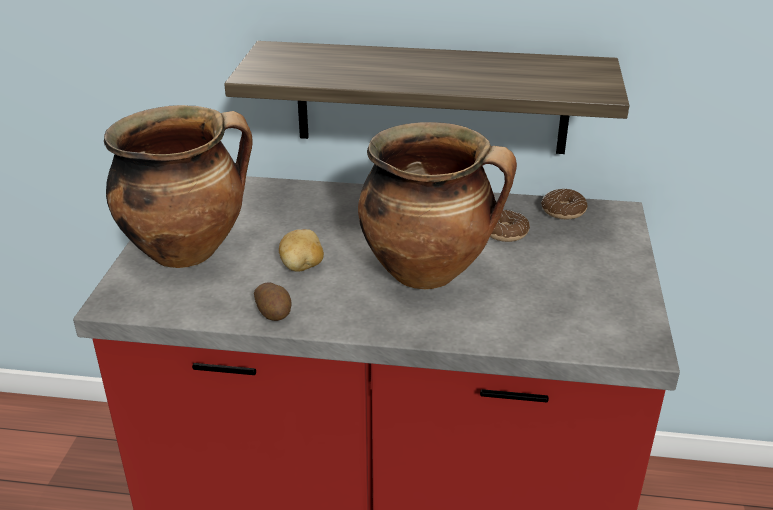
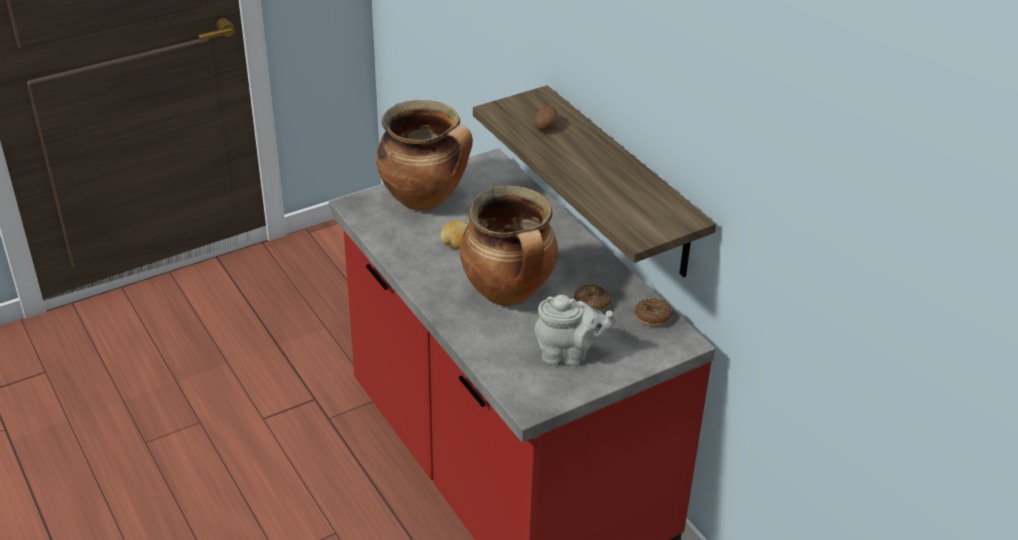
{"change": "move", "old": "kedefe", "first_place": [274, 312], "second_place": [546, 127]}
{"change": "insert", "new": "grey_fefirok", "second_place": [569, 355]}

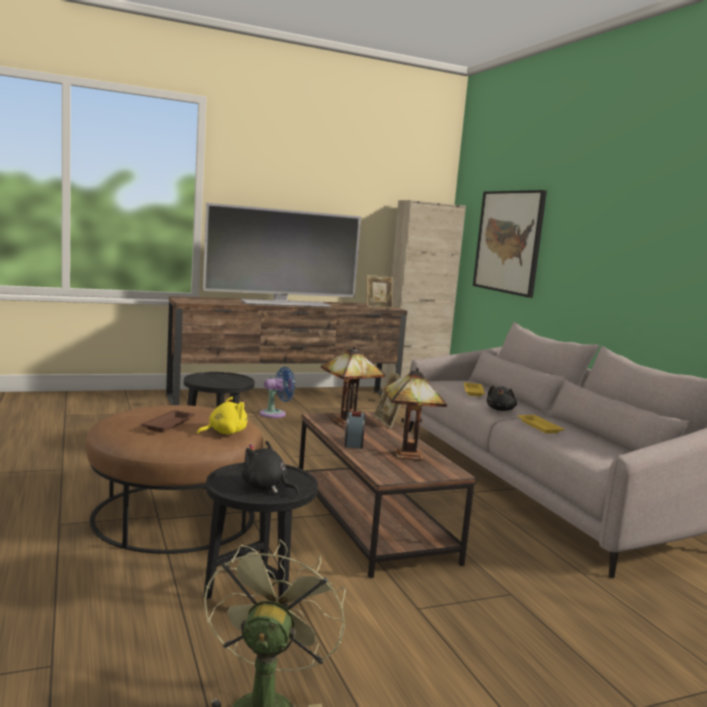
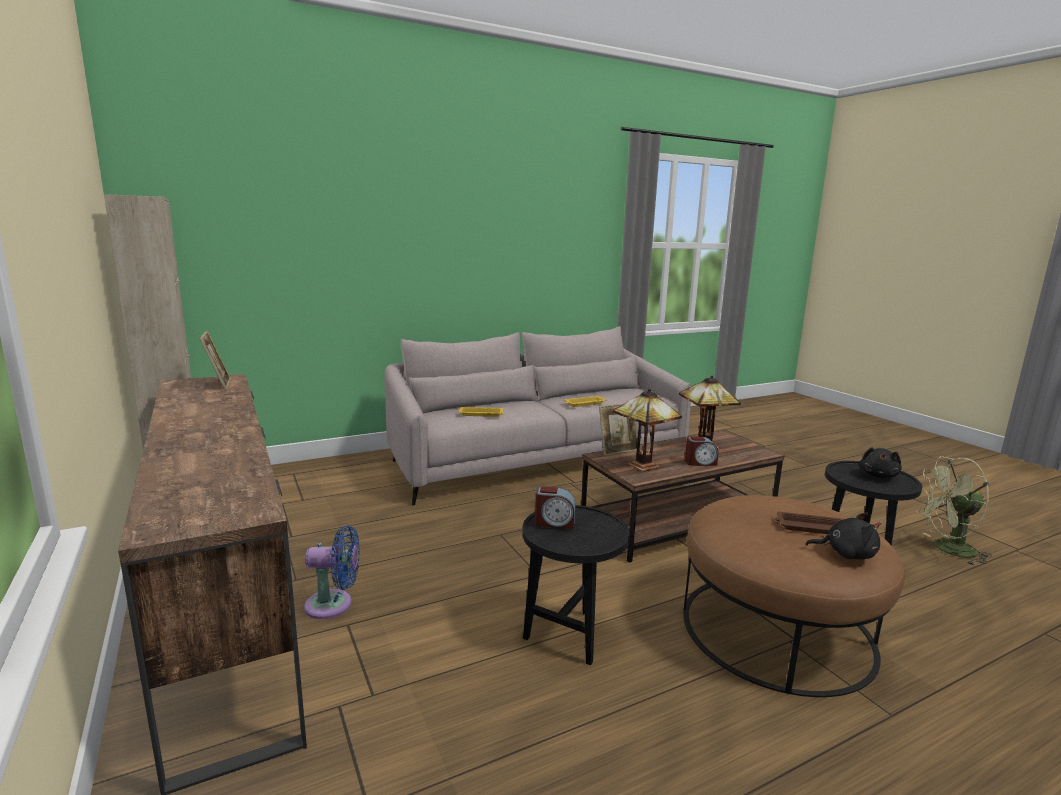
{"change": "delete", "old": "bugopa", "first_place": [508, 242]}
{"change": "delete", "old": "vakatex", "first_place": [285, 303]}
{"change": "rotate", "old": "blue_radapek", "first_place": [275, 414], "second_place": [334, 605], "degrees": 120}
{"change": "move", "old": "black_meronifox", "first_place": [500, 410], "second_place": [846, 554]}
{"change": "delete", "old": "yellow_meronifox", "first_place": [224, 433]}
{"change": "insert", "new": "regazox", "second_place": [554, 522]}

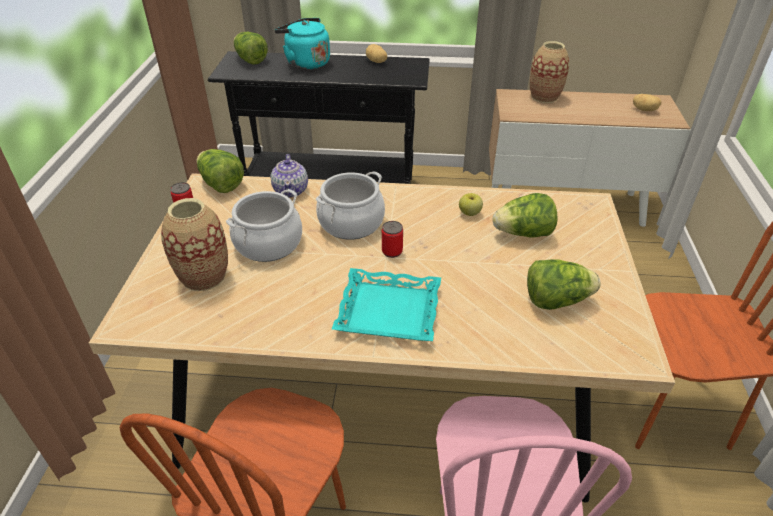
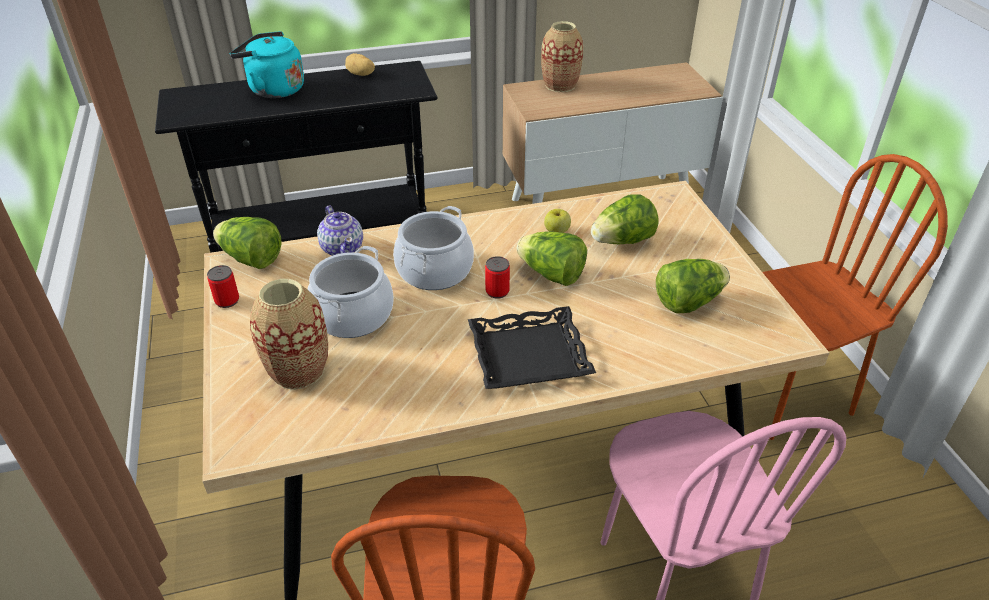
{"change": "move", "old": "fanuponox", "first_place": [250, 60], "second_place": [551, 275]}
{"change": "delete", "old": "kedefe", "first_place": [644, 110]}
{"change": "recolor", "old": "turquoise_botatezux", "new": "black_botatezux", "first_place": [388, 312], "second_place": [529, 356]}

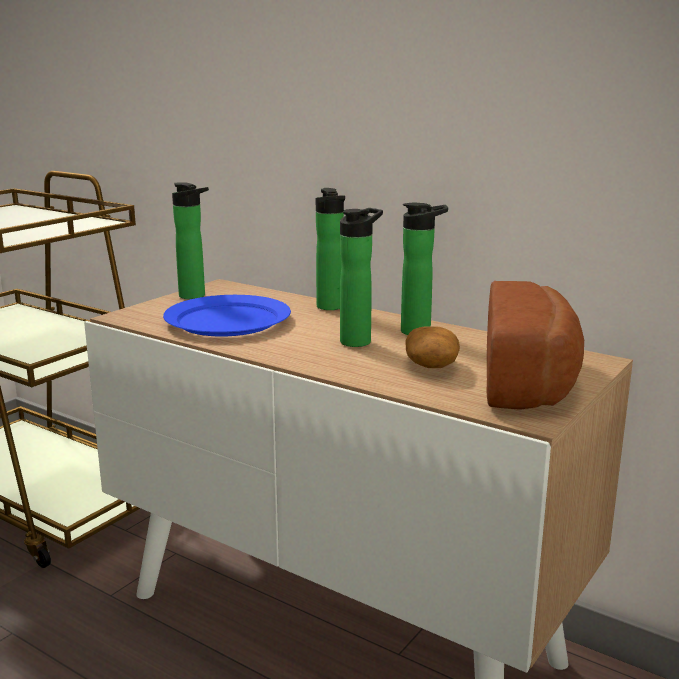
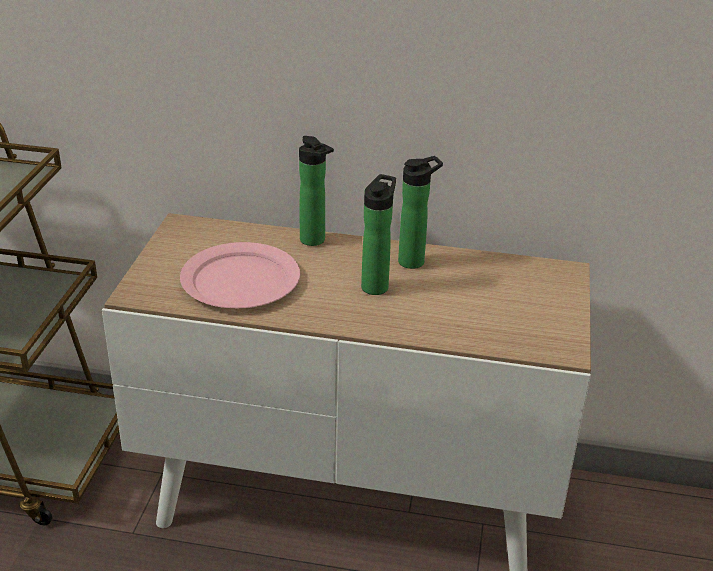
{"change": "delete", "old": "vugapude", "first_place": [195, 296]}
{"change": "delete", "old": "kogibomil", "first_place": [531, 378]}
{"change": "recolor", "old": "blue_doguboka", "new": "pink_doguboka", "first_place": [228, 321], "second_place": [241, 281]}
{"change": "delete", "old": "kedefe", "first_place": [431, 366]}

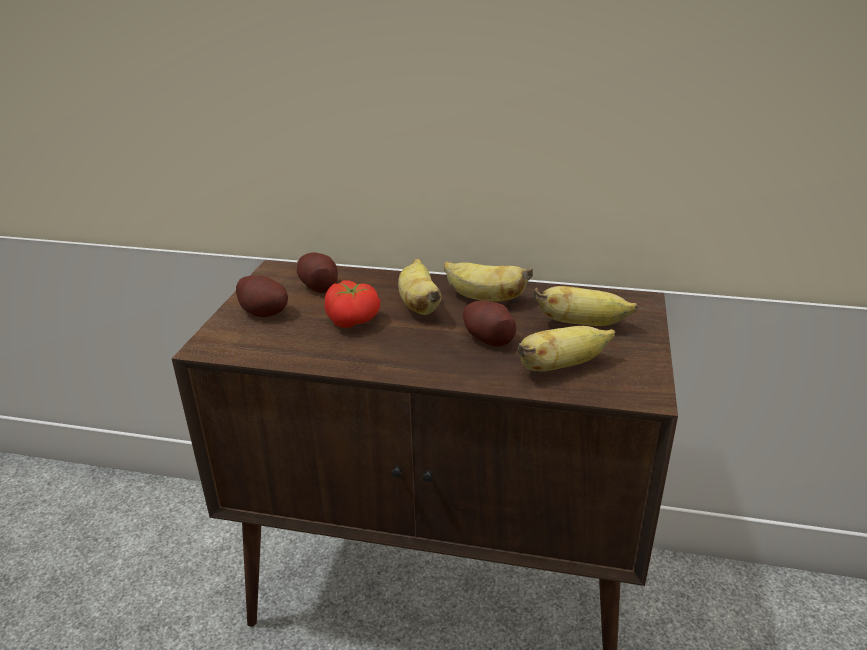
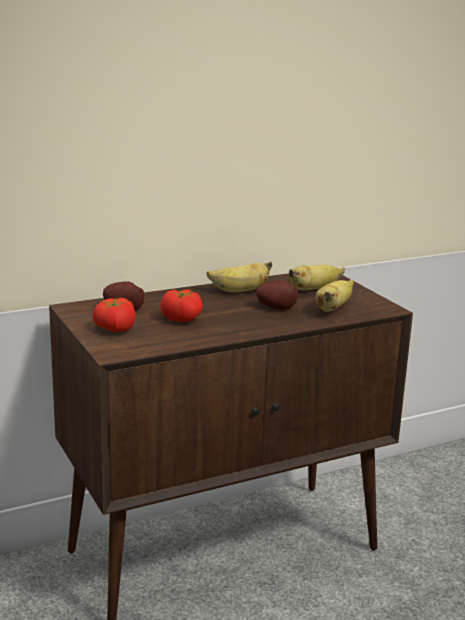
{"change": "delete", "old": "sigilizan", "first_place": [419, 305]}
{"change": "replace", "old": "kedefe", "new": "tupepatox", "first_place": [265, 312], "second_place": [114, 329]}

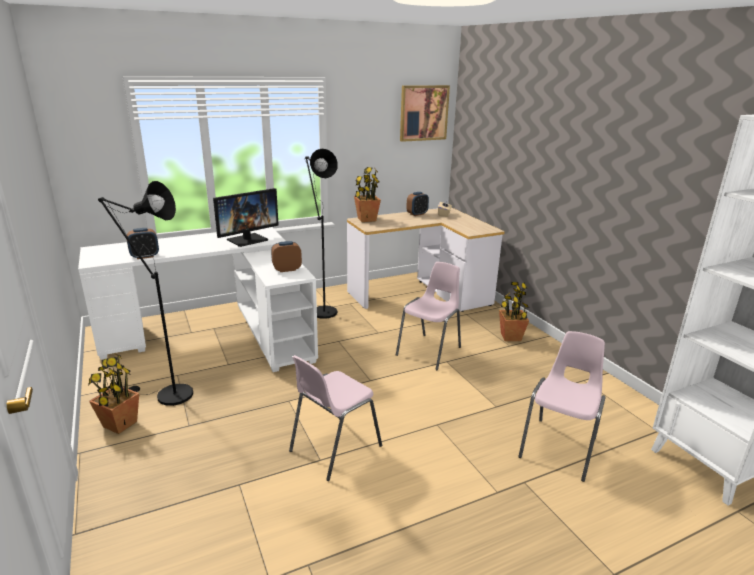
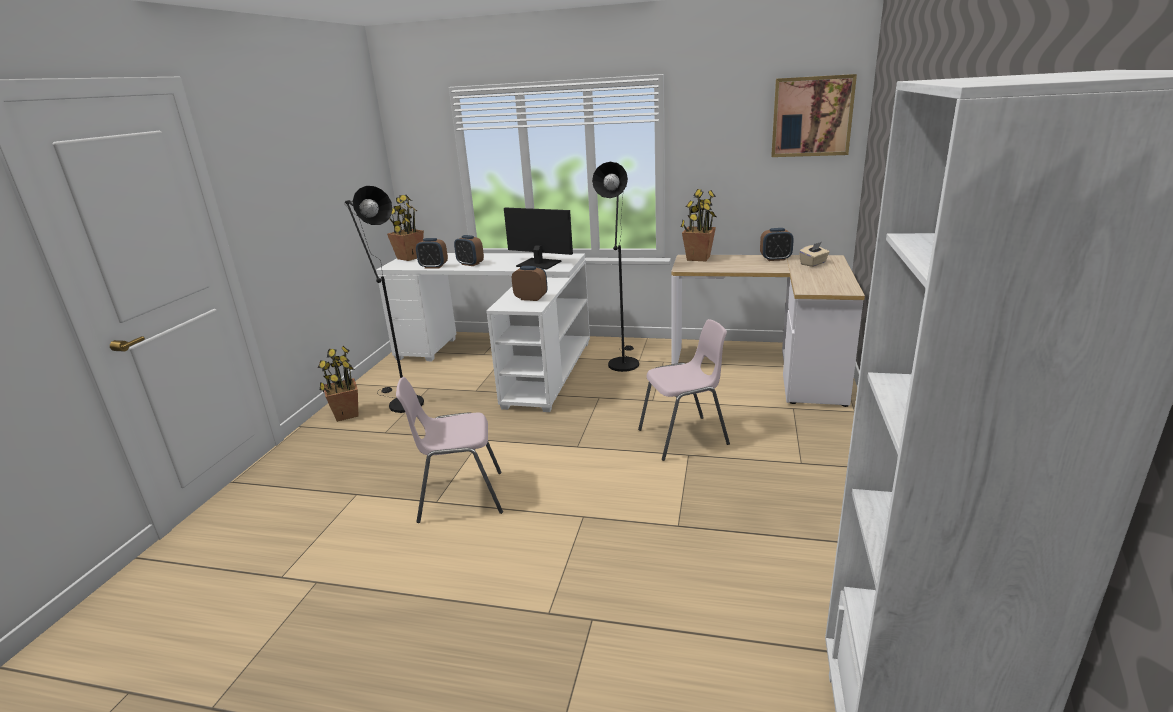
{"change": "rotate", "old": "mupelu", "first_place": [248, 240], "second_place": [538, 264], "degrees": -150}
{"change": "move", "old": "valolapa", "first_place": [510, 337], "second_place": [409, 258]}
{"change": "delete", "old": "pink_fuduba", "first_place": [559, 448]}
{"change": "insert", "new": "regazox", "second_place": [470, 264]}

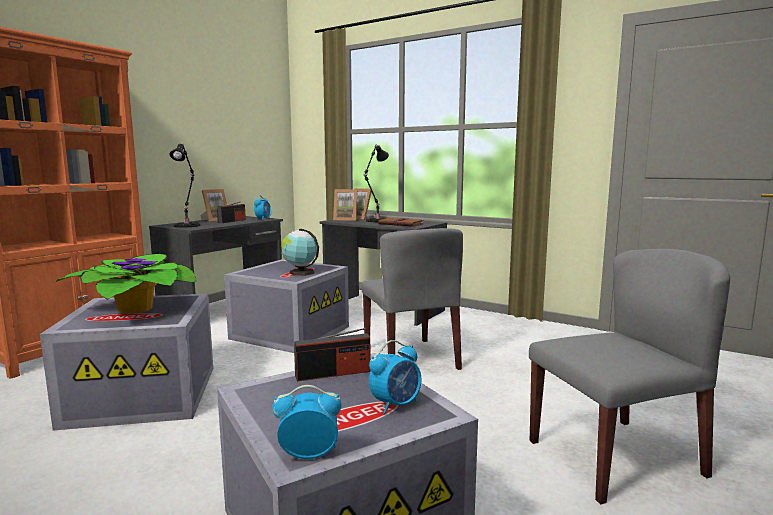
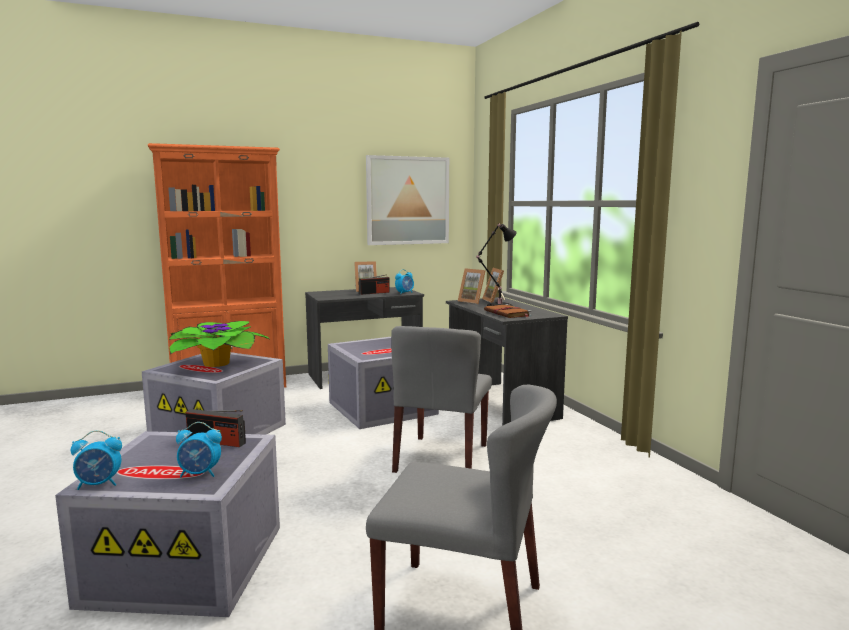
{"change": "delete", "old": "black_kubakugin", "first_place": [188, 225]}
{"change": "delete", "old": "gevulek", "first_place": [300, 272]}
{"change": "rotate", "old": "regazox", "first_place": [309, 454], "second_place": [99, 484], "degrees": 135}
{"change": "insert", "new": "bugopa", "second_place": [408, 200]}

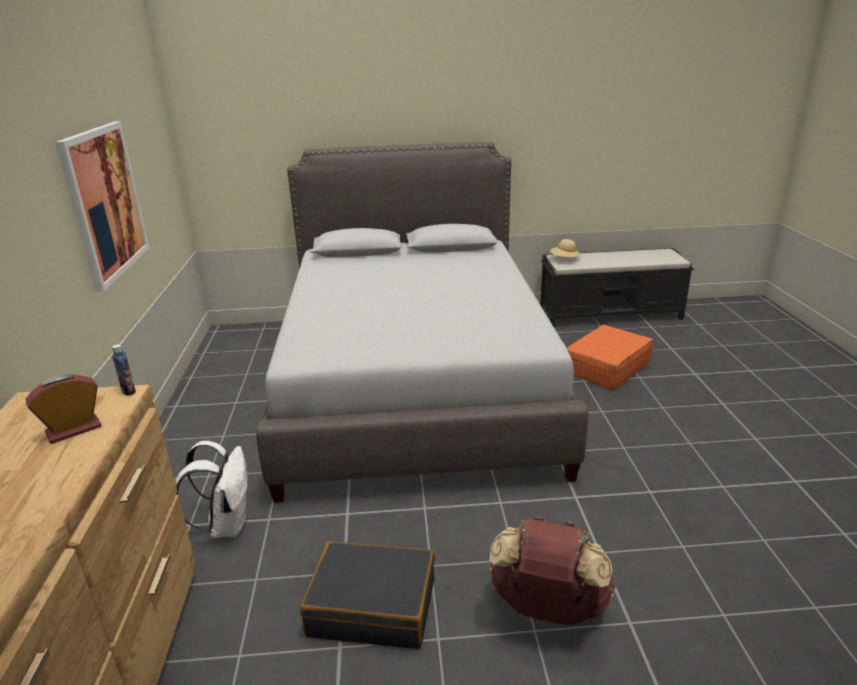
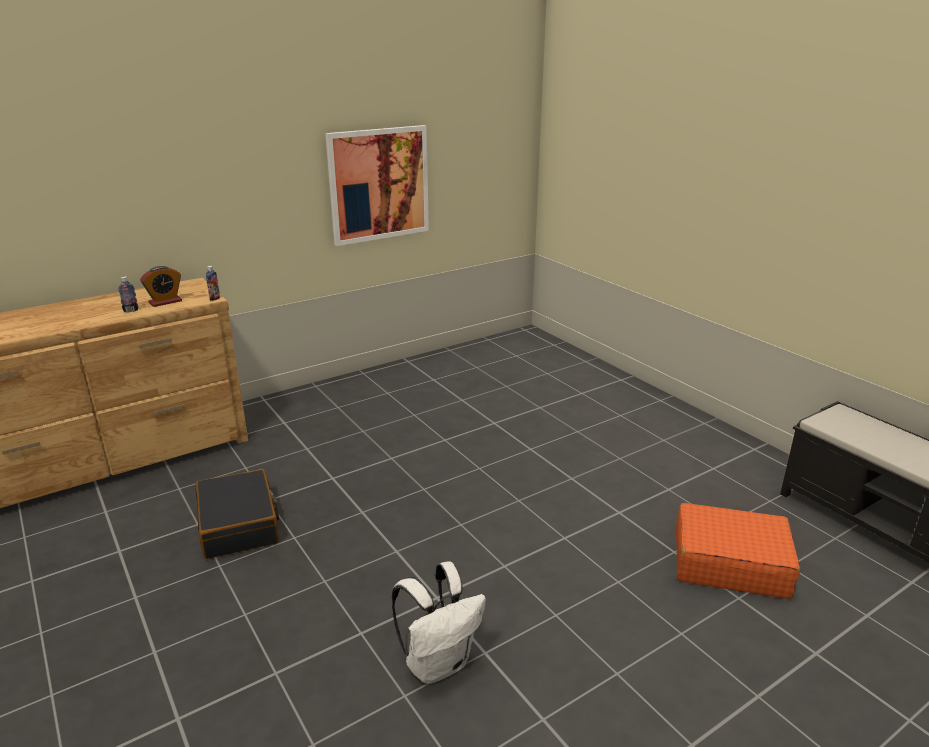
{"change": "delete", "old": "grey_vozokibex", "first_place": [415, 385]}
{"change": "delete", "old": "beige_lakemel", "first_place": [564, 259]}
{"change": "rotate", "old": "regazox", "first_place": [74, 430], "second_place": [165, 302], "degrees": 120}
{"change": "move", "old": "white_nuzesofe", "first_place": [226, 525], "second_place": [438, 663]}
{"change": "delete", "old": "brown_nuzesofe", "first_place": [547, 608]}
{"change": "insert", "new": "vugapude", "second_place": [131, 310]}

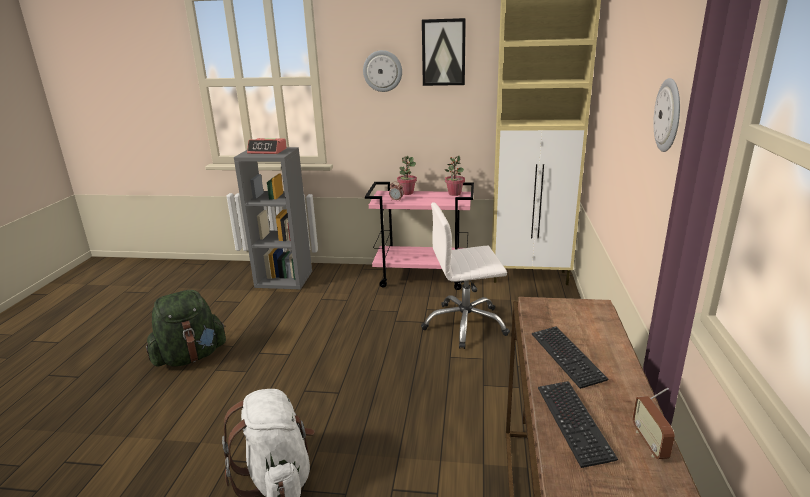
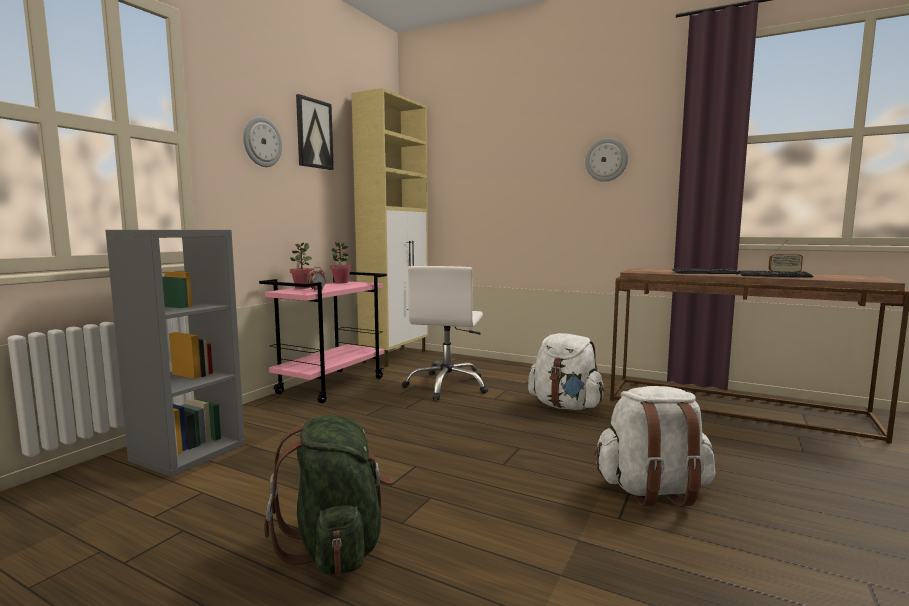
{"change": "delete", "old": "regazox", "first_place": [267, 151]}
{"change": "insert", "new": "white_nuzesofe", "second_place": [565, 406]}

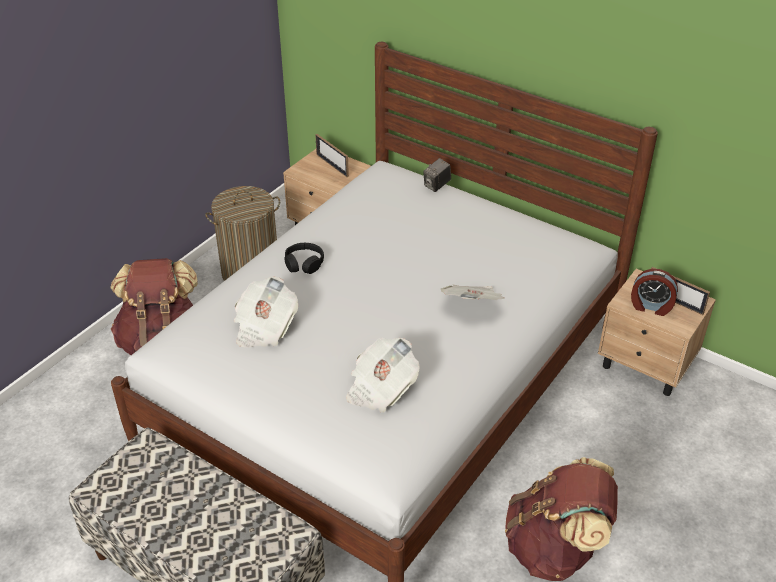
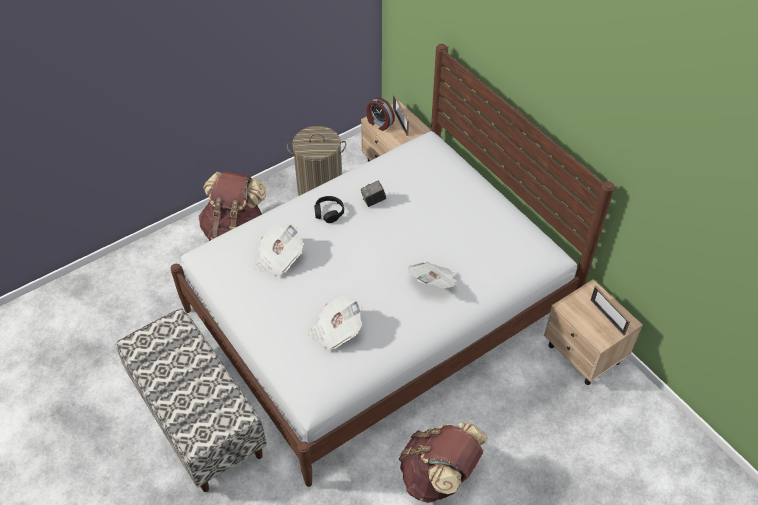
{"change": "move", "old": "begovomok", "first_place": [437, 186], "second_place": [373, 201]}
{"change": "move", "old": "regazox", "first_place": [651, 307], "second_place": [379, 123]}

